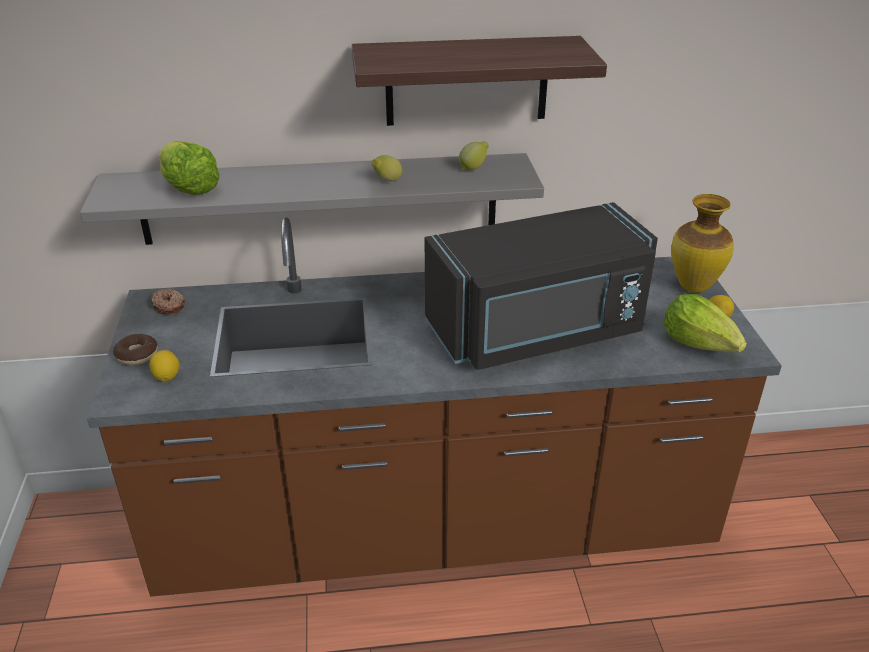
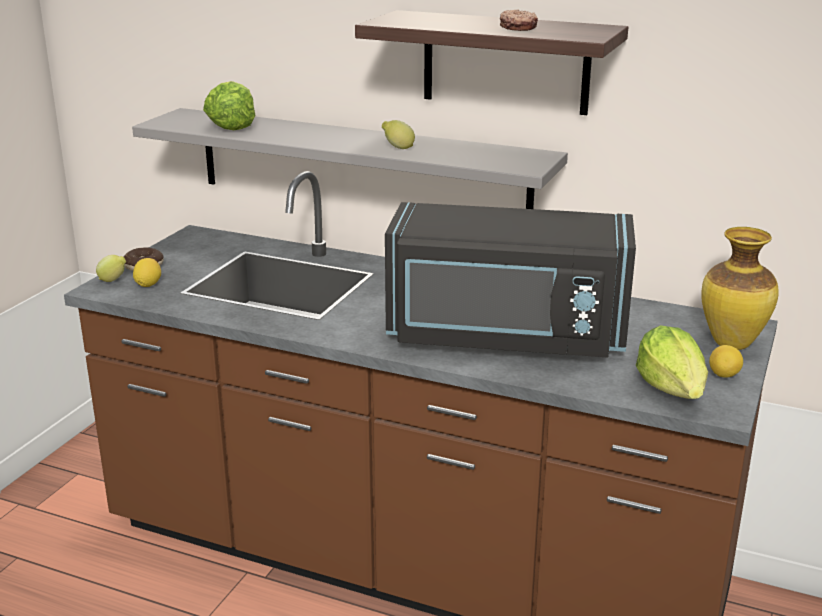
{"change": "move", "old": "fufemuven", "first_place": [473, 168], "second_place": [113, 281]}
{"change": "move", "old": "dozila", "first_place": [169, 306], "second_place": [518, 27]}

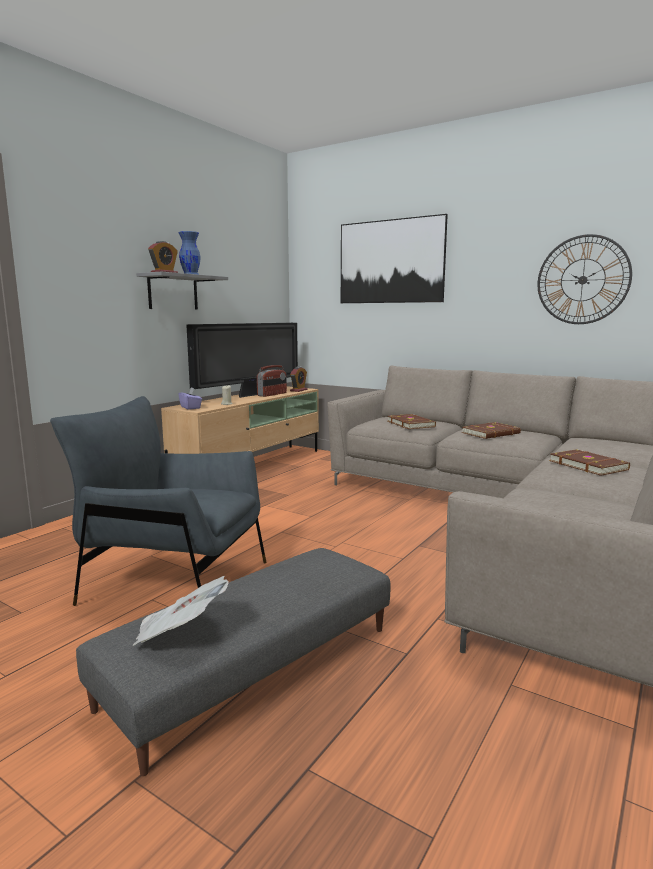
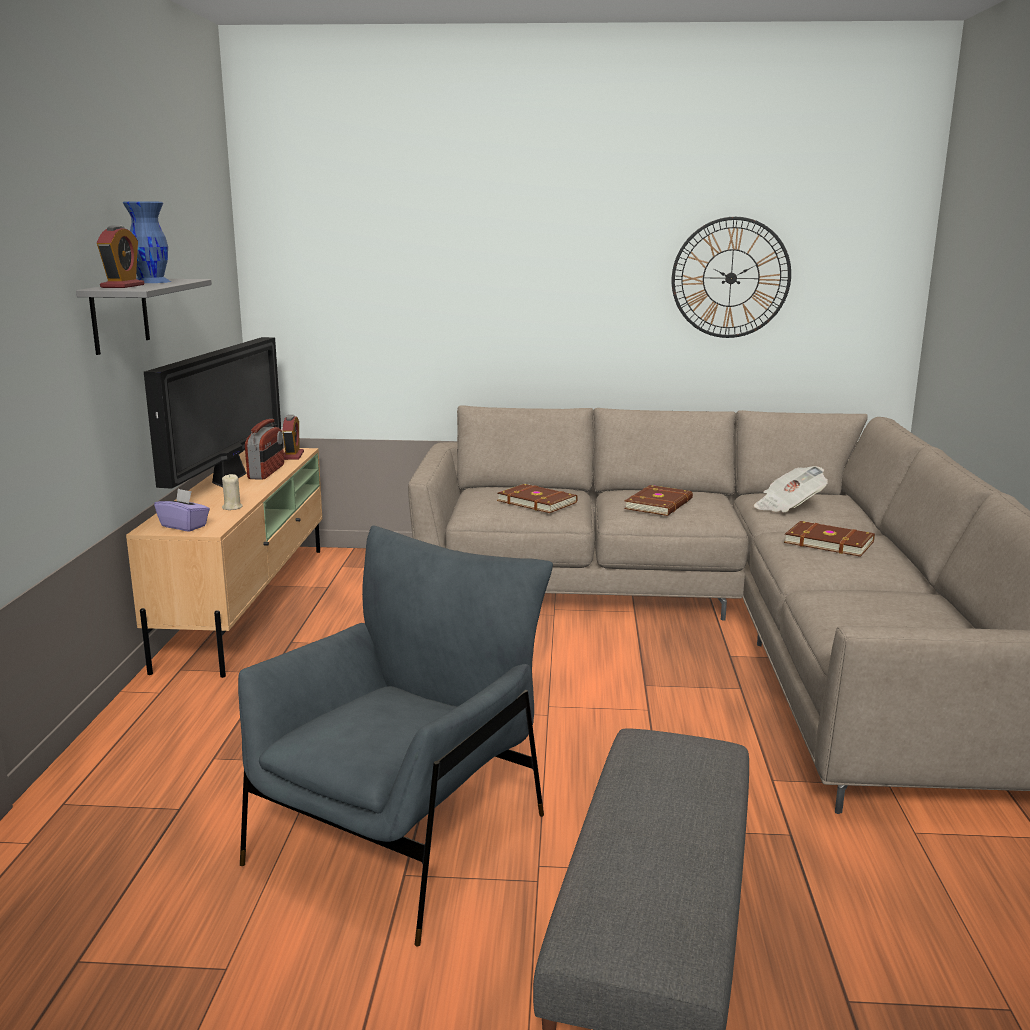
{"change": "delete", "old": "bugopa", "first_place": [390, 261]}
{"change": "rotate", "old": "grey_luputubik", "first_place": [175, 582], "second_place": [400, 837], "degrees": 135}
{"change": "move", "old": "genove", "first_place": [181, 633], "second_place": [788, 507]}

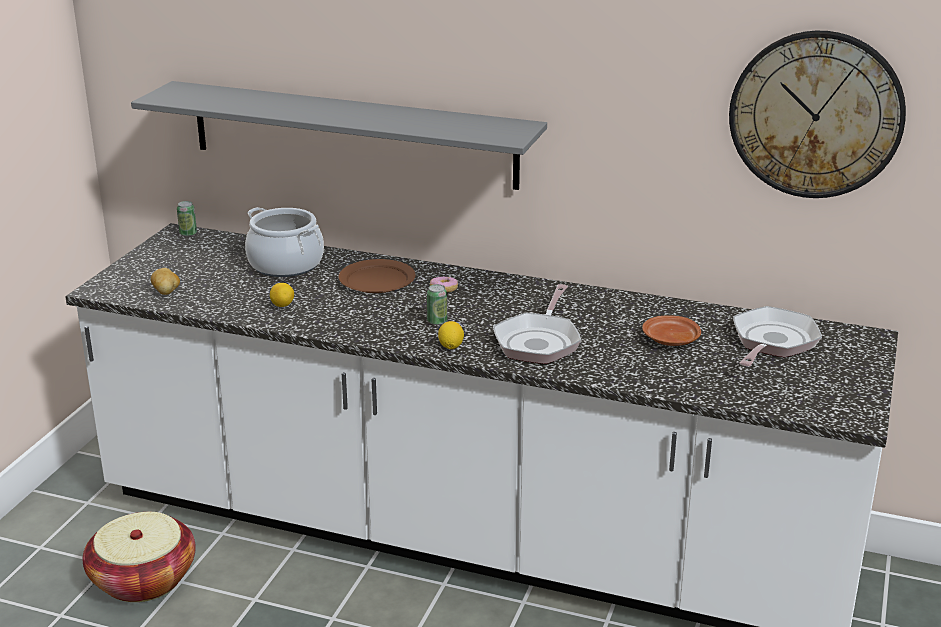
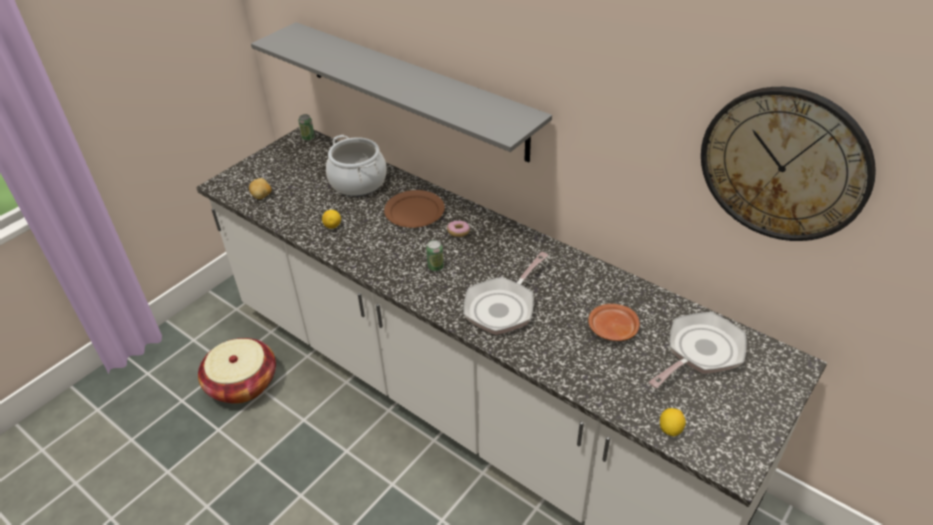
{"change": "move", "old": "fufemuven", "first_place": [451, 346], "second_place": [670, 429]}

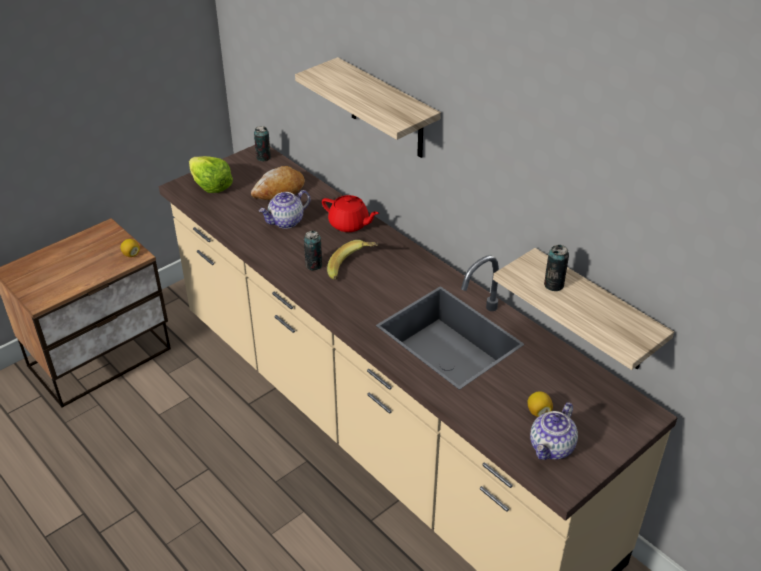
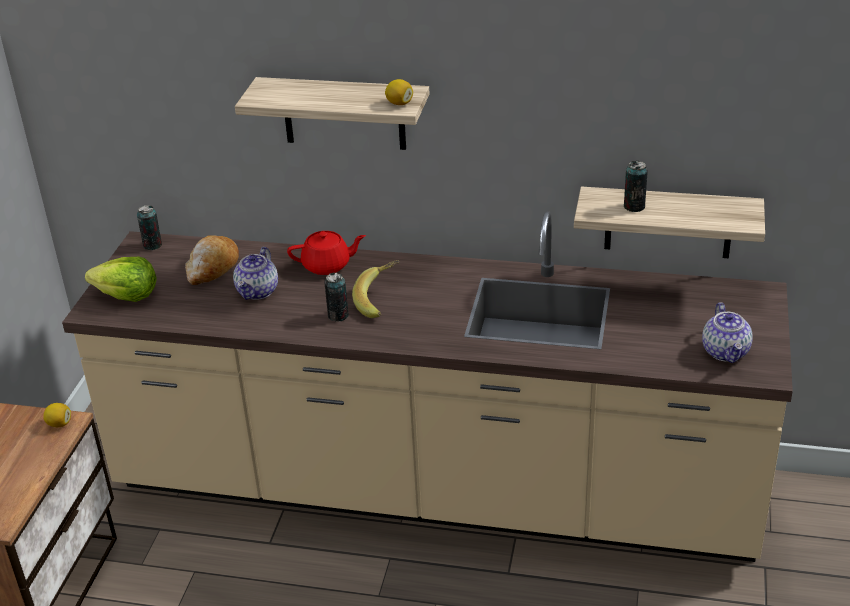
{"change": "move", "old": "fufemuven", "first_place": [538, 412], "second_place": [399, 103]}

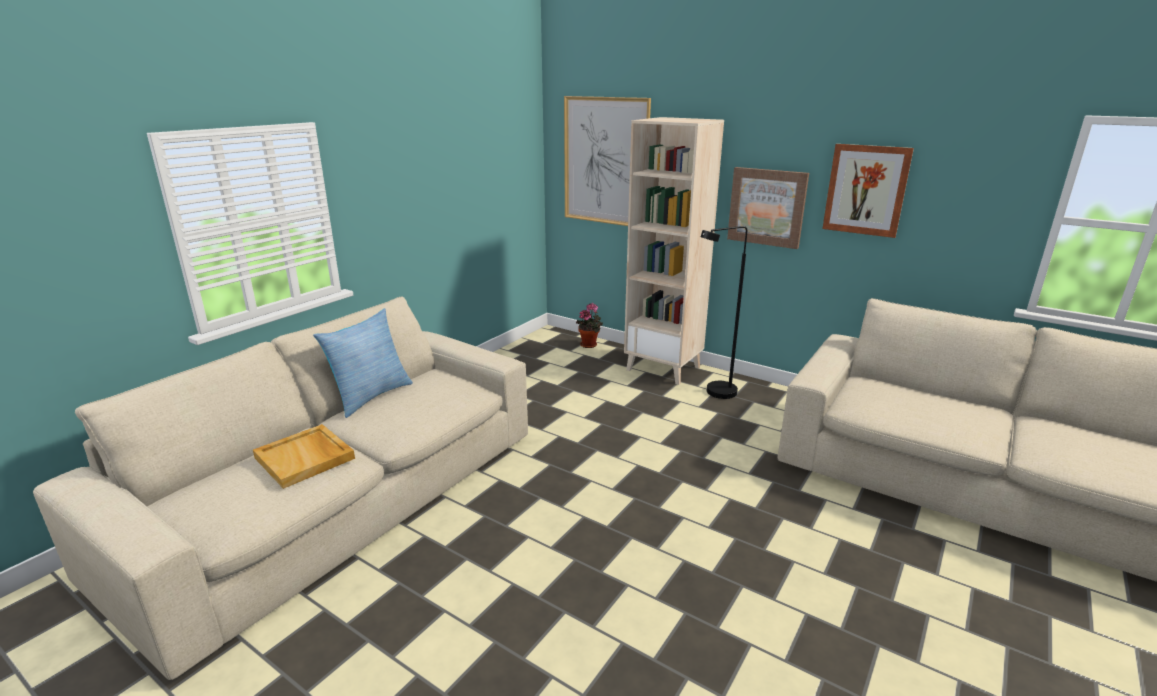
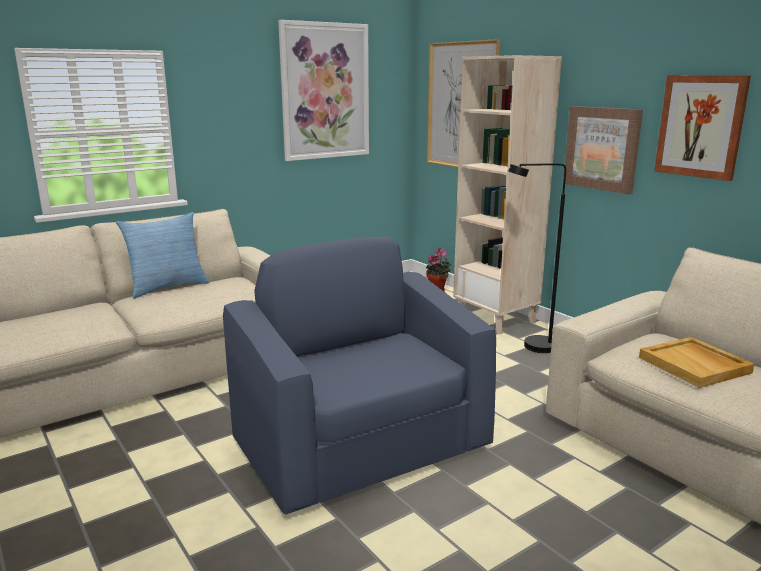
{"change": "move", "old": "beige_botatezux", "first_place": [305, 458], "second_place": [695, 365]}
{"change": "insert", "new": "bugopa", "second_place": [325, 91]}
{"change": "insert", "new": "blue_luputubik", "second_place": [362, 445]}

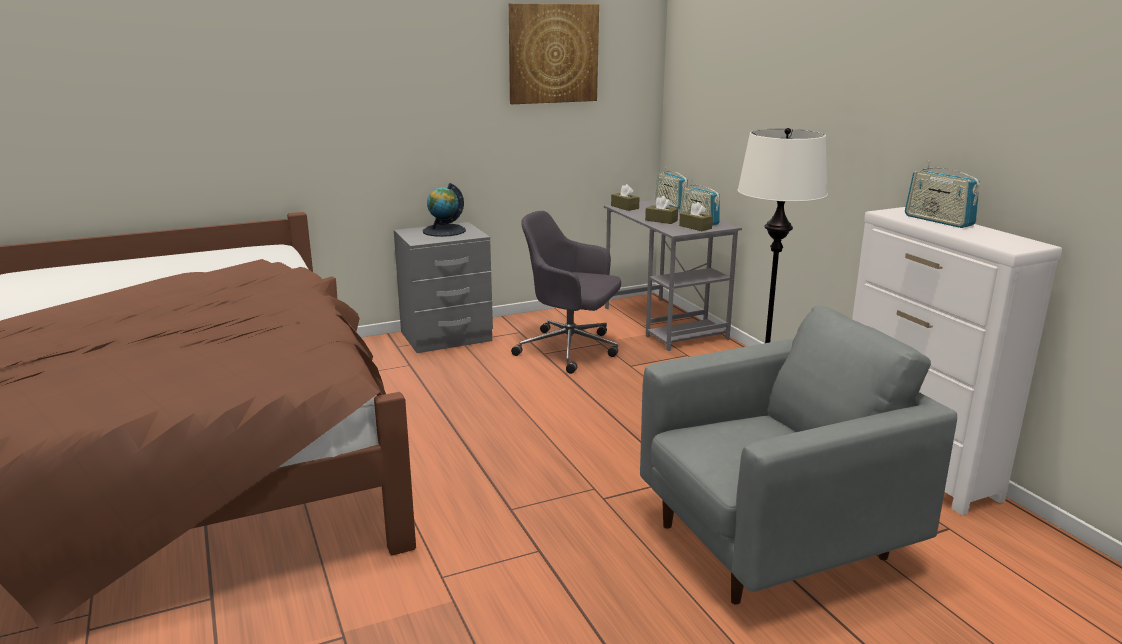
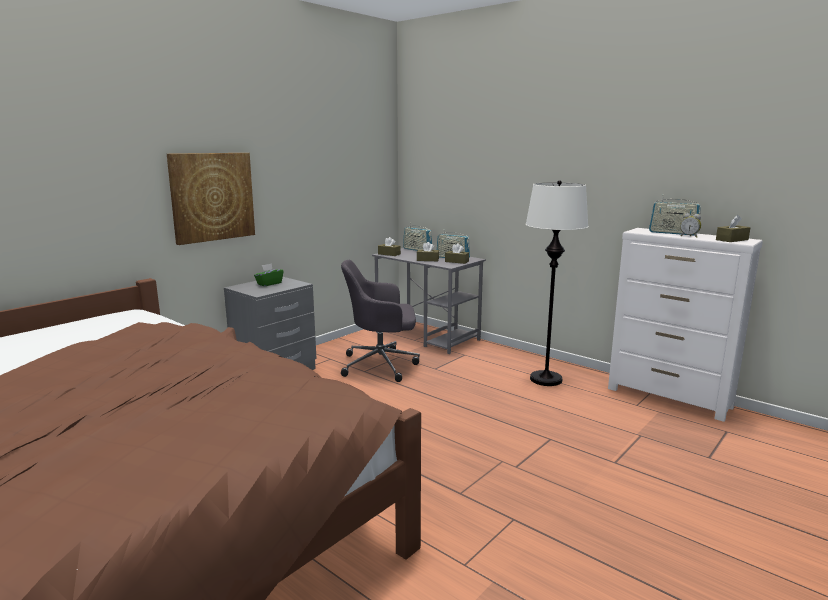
{"change": "move", "old": "bugopa", "first_place": [553, 53], "second_place": [212, 197]}
{"change": "replace", "old": "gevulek", "new": "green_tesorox", "first_place": [444, 231], "second_place": [269, 283]}
{"change": "delete", "old": "grey_luputubik", "first_place": [773, 542]}
{"change": "insert", "new": "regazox", "second_place": [689, 236]}
{"change": "insert", "new": "brown_tesorox", "second_place": [732, 240]}

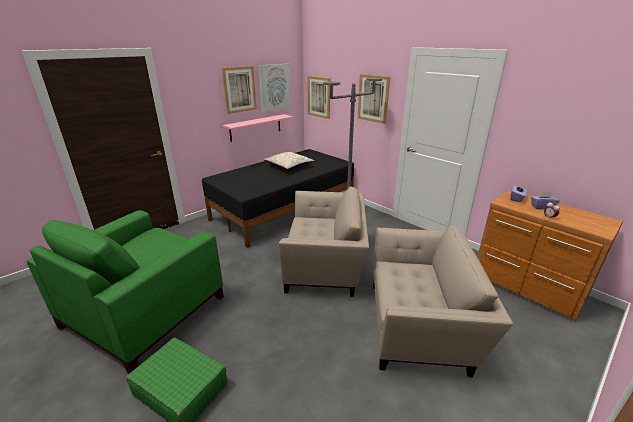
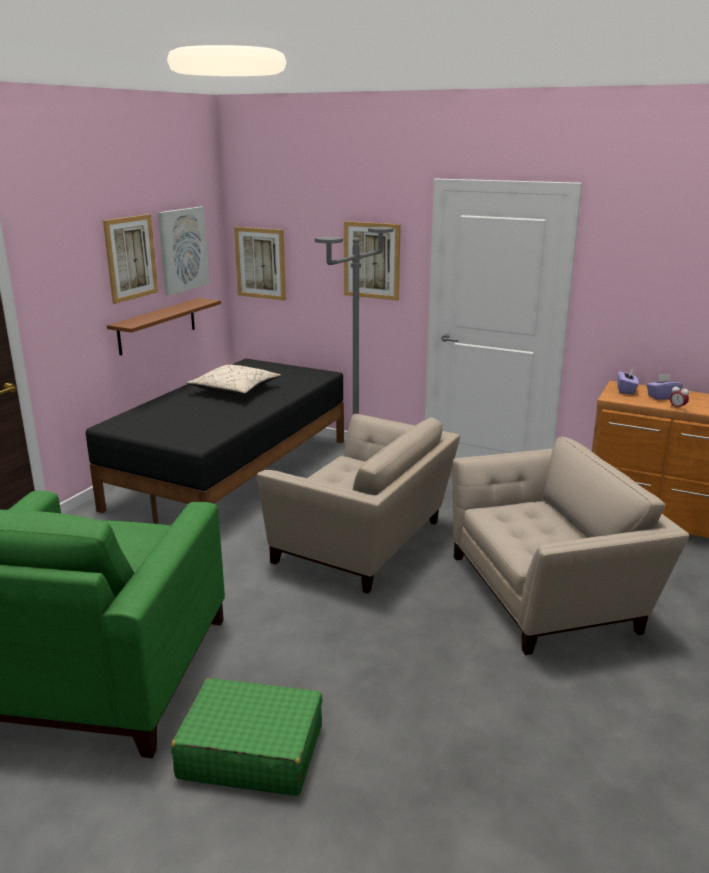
{"change": "recolor", "old": "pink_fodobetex", "new": "brown_fodobetex", "first_place": [255, 127], "second_place": [157, 326]}
{"change": "rotate", "old": "beige_luputubik", "first_place": [326, 265], "second_place": [363, 543], "degrees": 45}

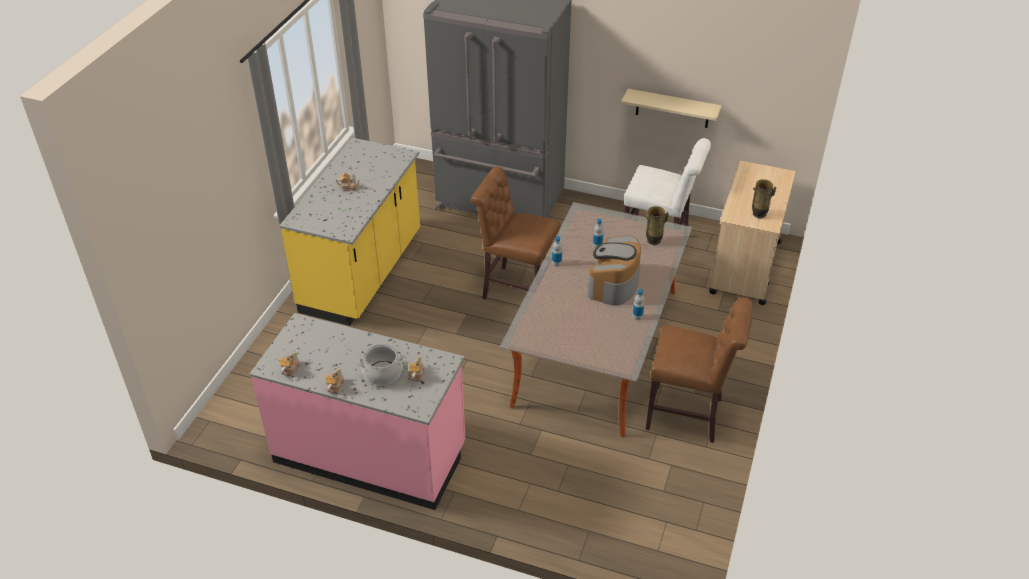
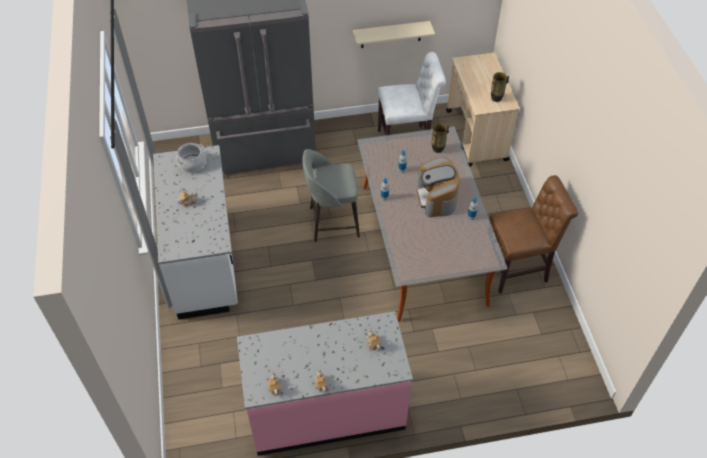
{"change": "recolor", "old": "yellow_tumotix", "new": "white_tumotix", "first_place": [363, 273], "second_place": [205, 261]}
{"change": "replace", "old": "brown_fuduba", "new": "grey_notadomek", "first_place": [516, 289], "second_place": [332, 222]}
{"change": "move", "old": "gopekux", "first_place": [382, 373], "second_place": [192, 164]}

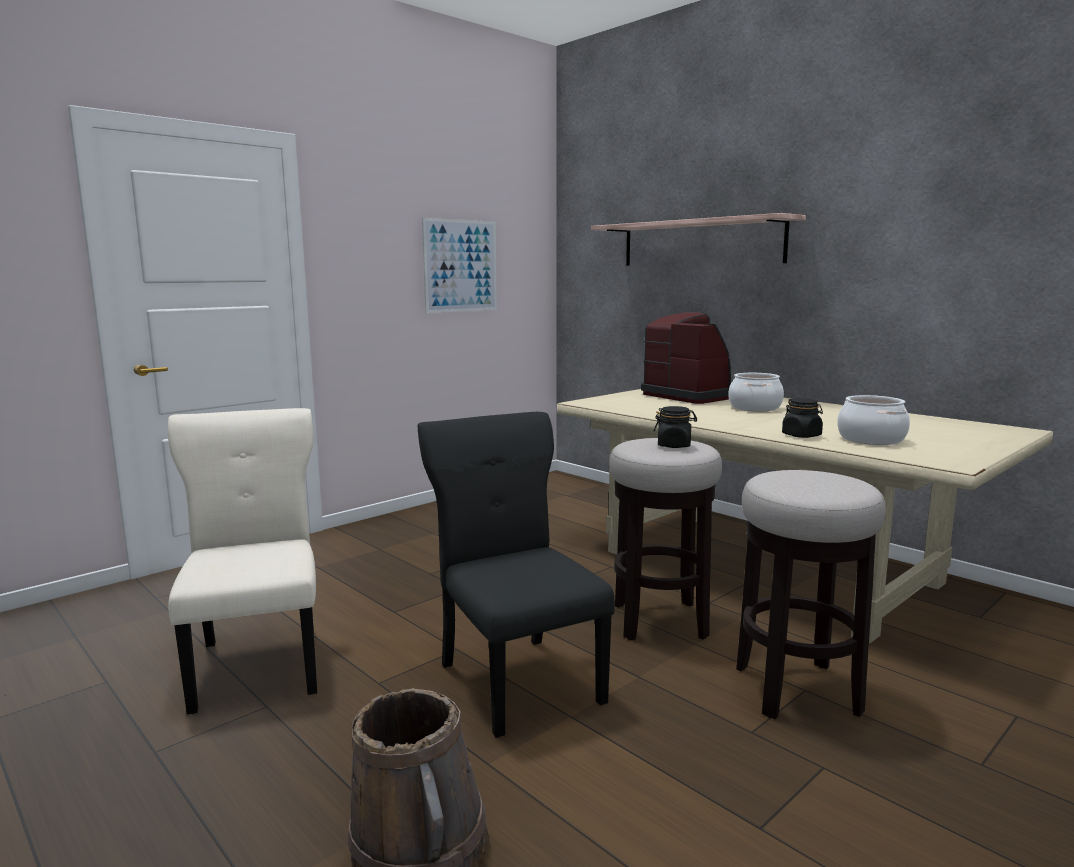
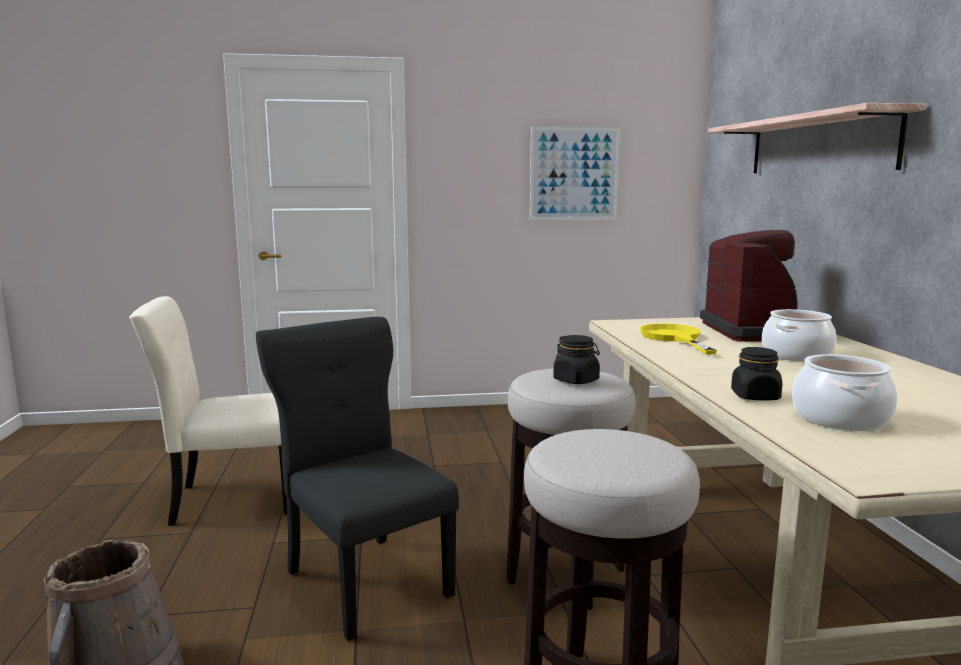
{"change": "rotate", "old": "beige_fuduba", "first_place": [259, 663], "second_place": [229, 500], "degrees": -120}
{"change": "rotate", "old": "black_fuduba", "first_place": [517, 679], "second_place": [365, 580], "degrees": -45}
{"change": "insert", "new": "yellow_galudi", "second_place": [674, 338]}

